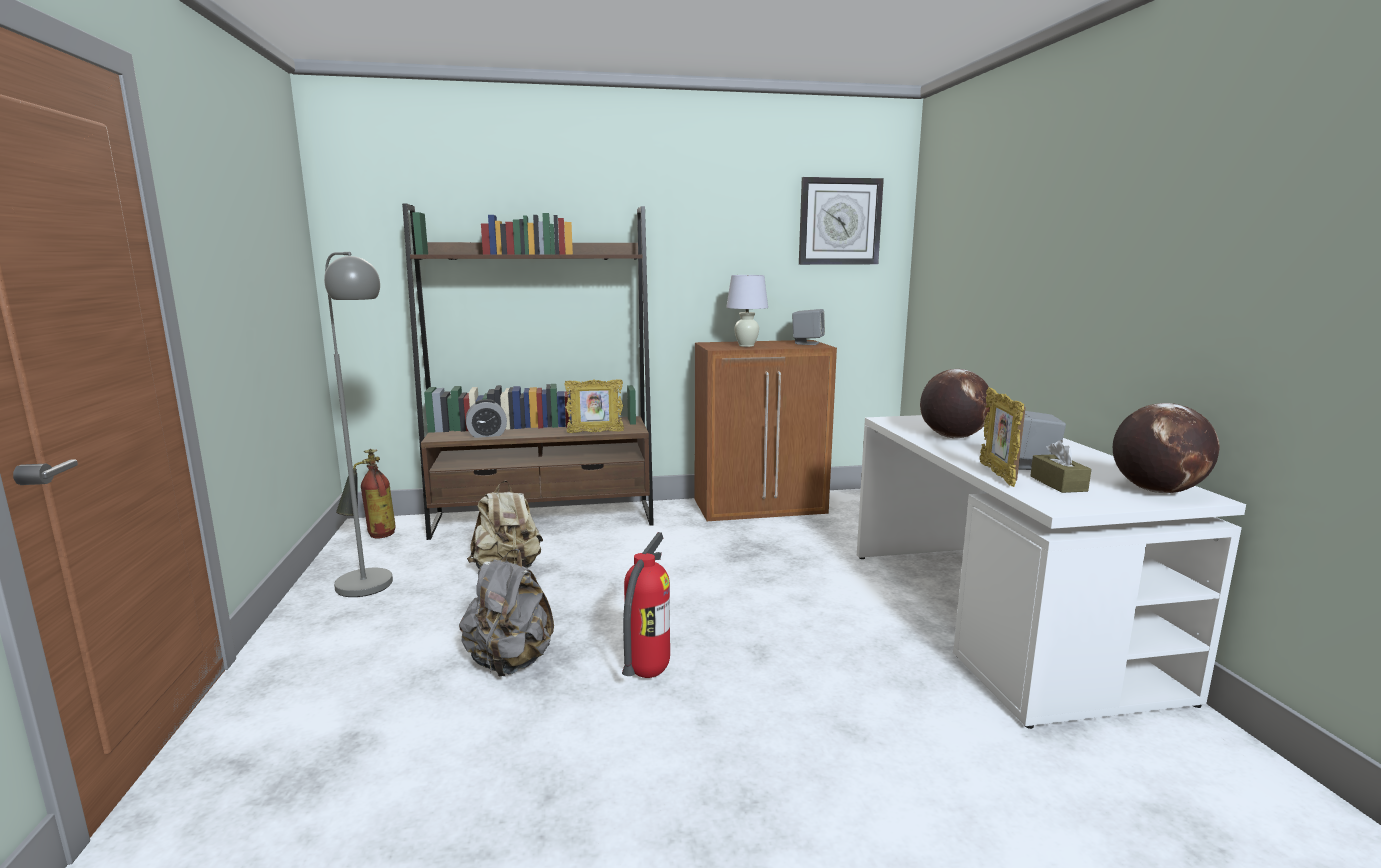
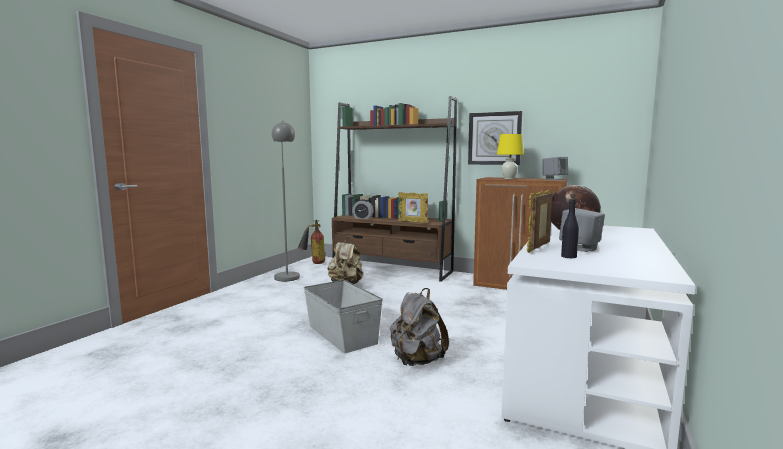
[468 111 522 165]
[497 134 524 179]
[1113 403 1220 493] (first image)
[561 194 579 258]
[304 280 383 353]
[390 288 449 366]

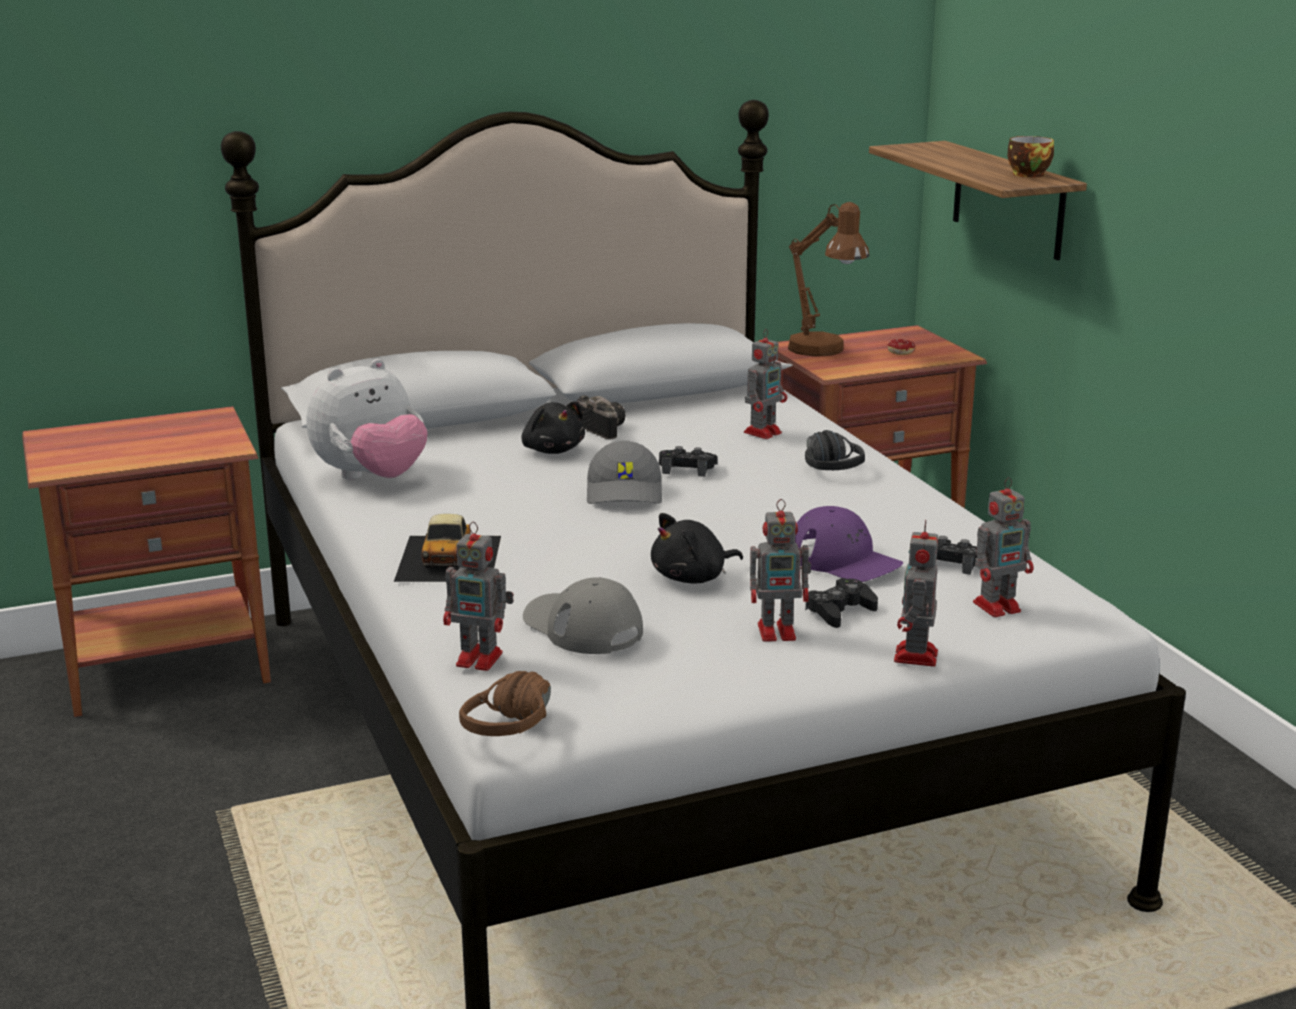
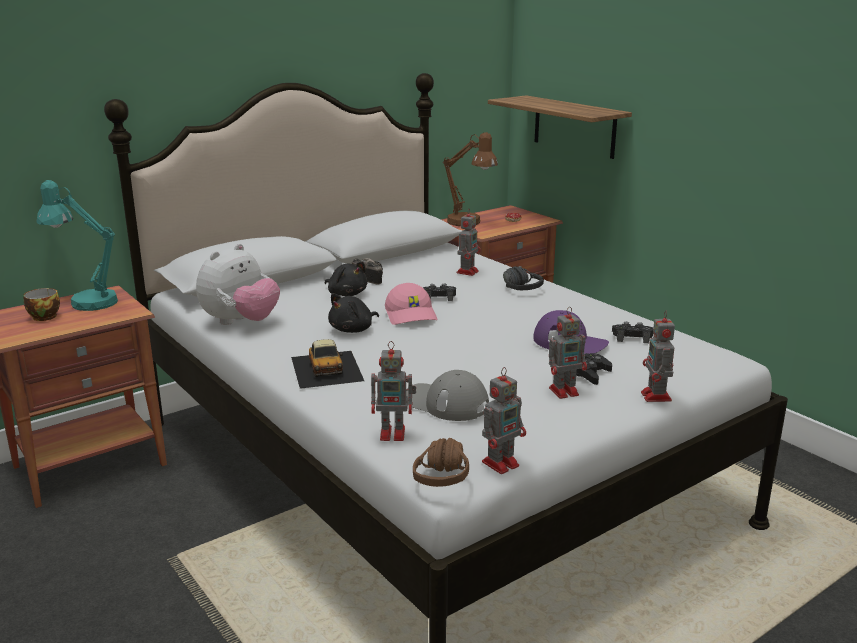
[23 288 60 321]
[385 283 438 325]
[482 367 526 474]
[328 293 379 333]
[36 180 118 311]

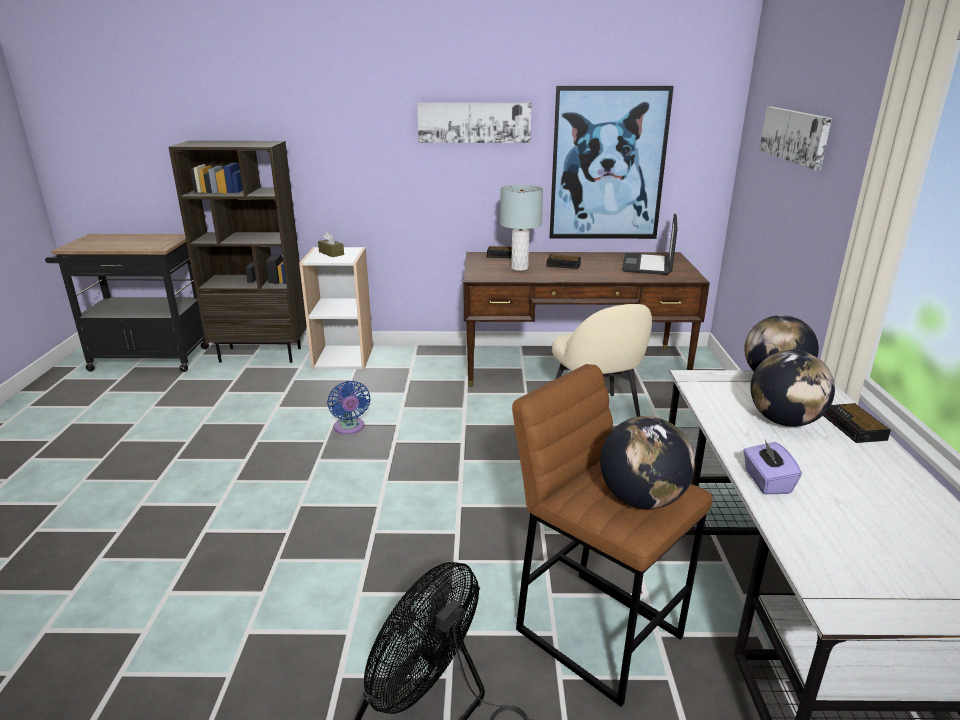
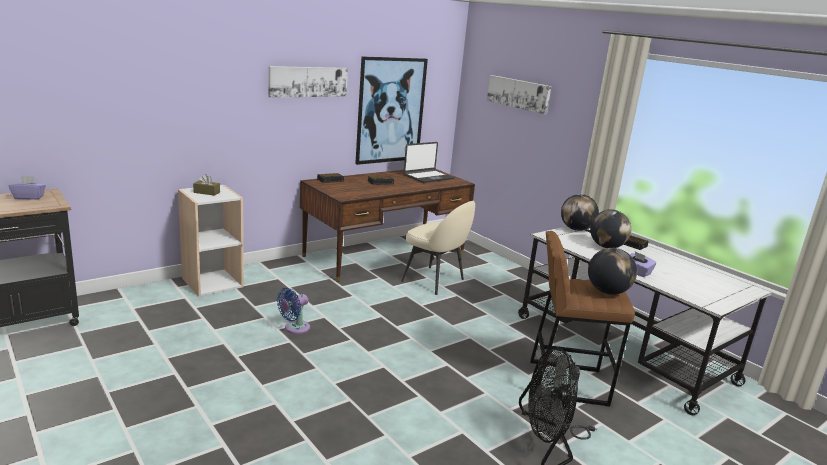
[169 141 307 363] (first image)
[500 185 543 271] (first image)
[404 142 454 183]
[277 288 310 334]
[9 176 46 200]

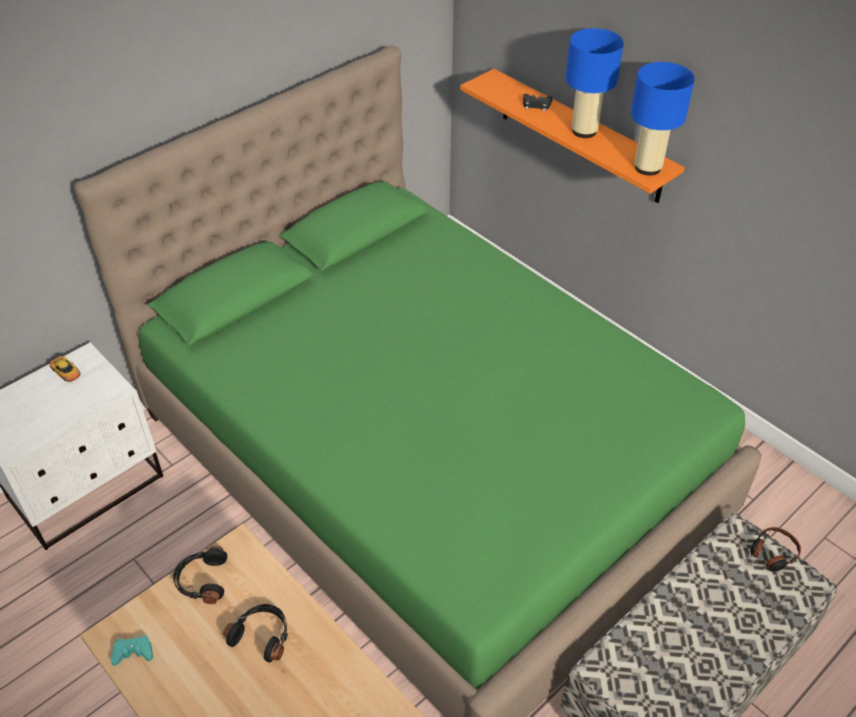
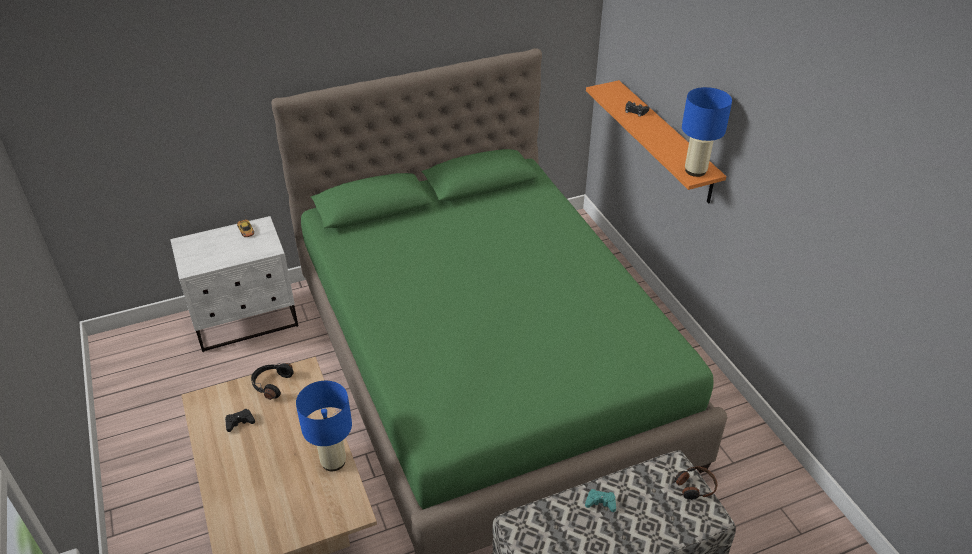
[296 381 352 471]
[223 604 288 663] (first image)
[585 489 616 512]
[225 409 255 432]

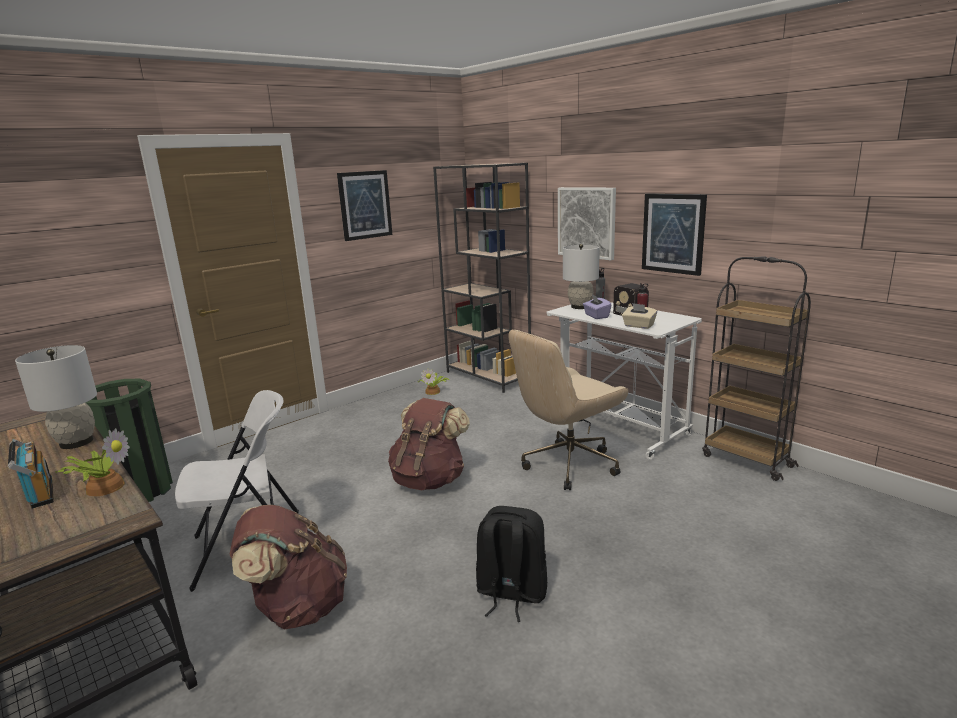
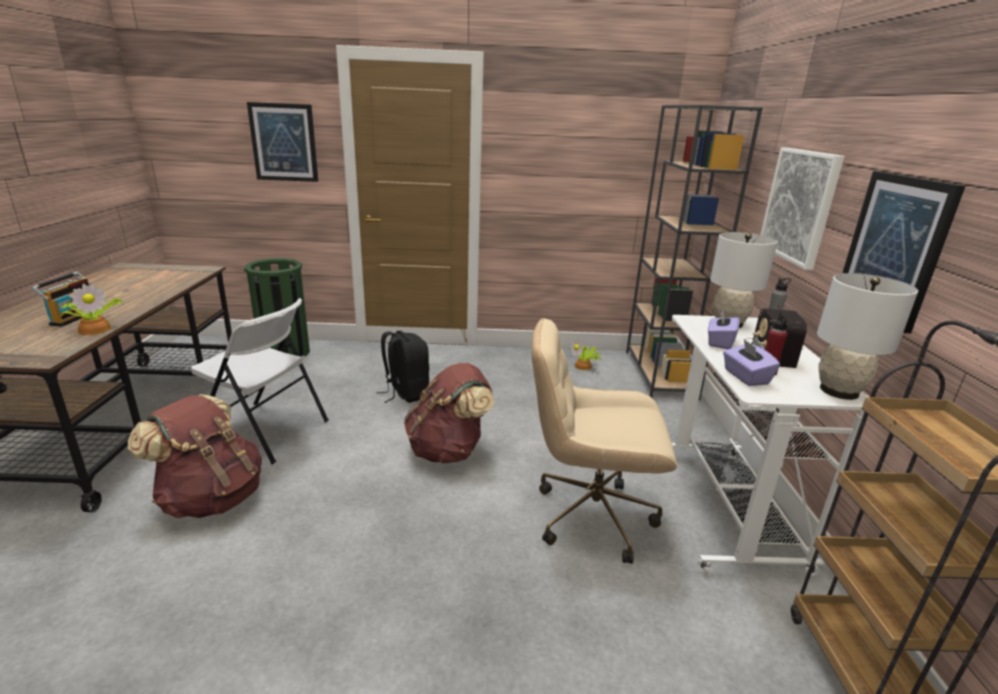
[247 102 318 182]
[723 339 780 386]
[817 273 918 400]
[376 331 429 403]

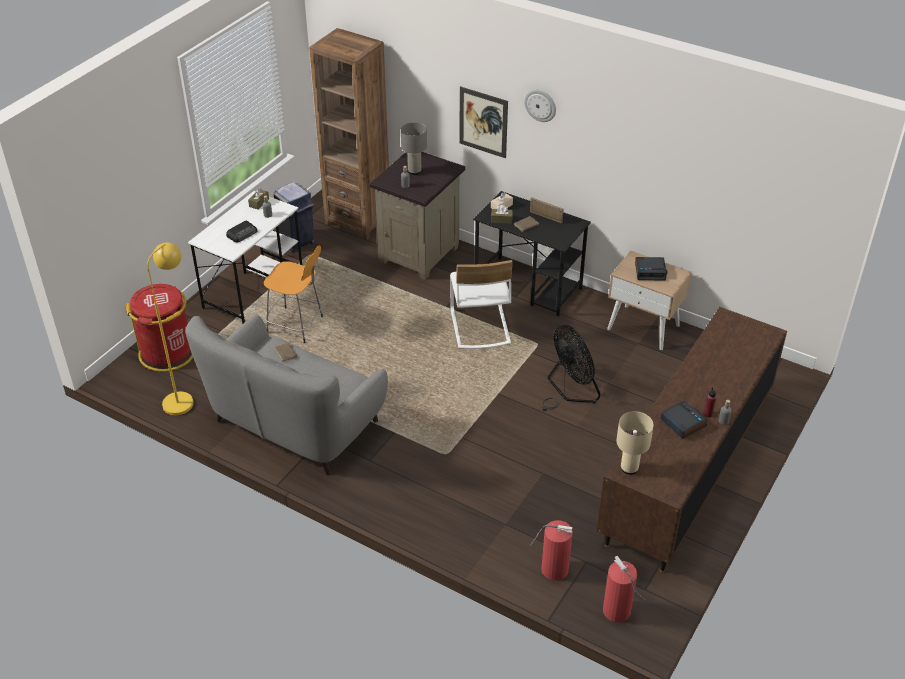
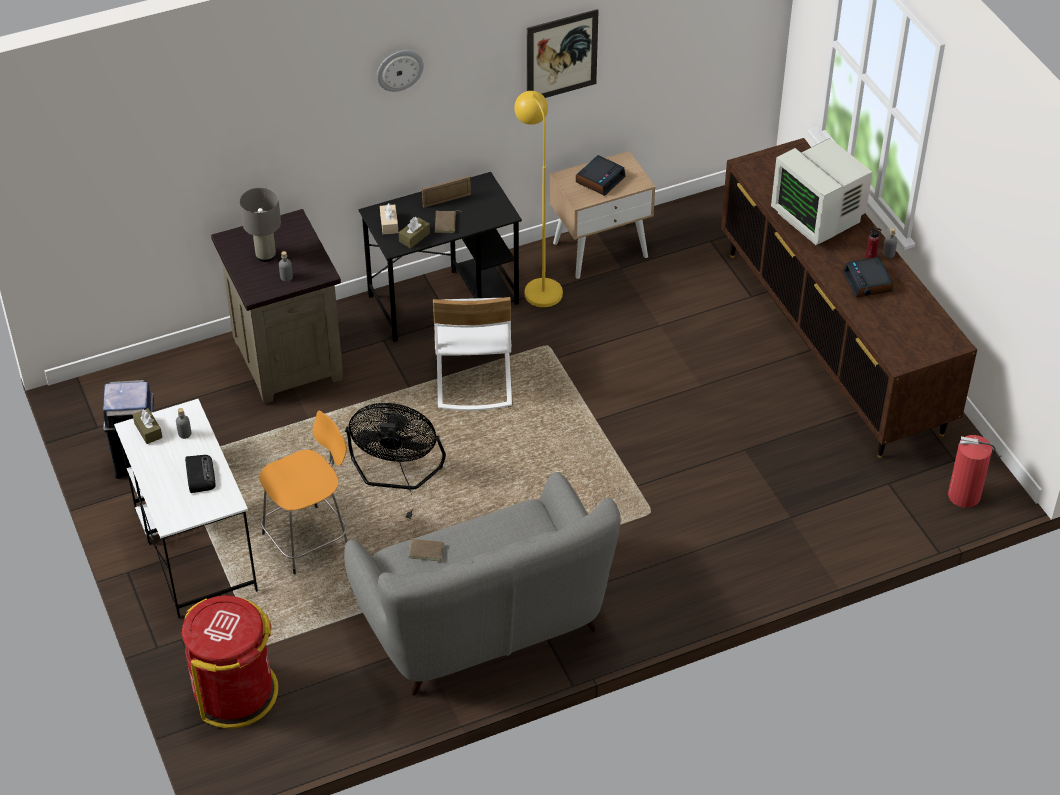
[309 28 389 240] (first image)
[527 9 599 98]
[514 91 563 308]
[433 297 512 411]
[345 403 446 519]
[843 257 893 298]
[616 411 653 475] (first image)
[530 520 573 581] (first image)
[771 138 872 245]

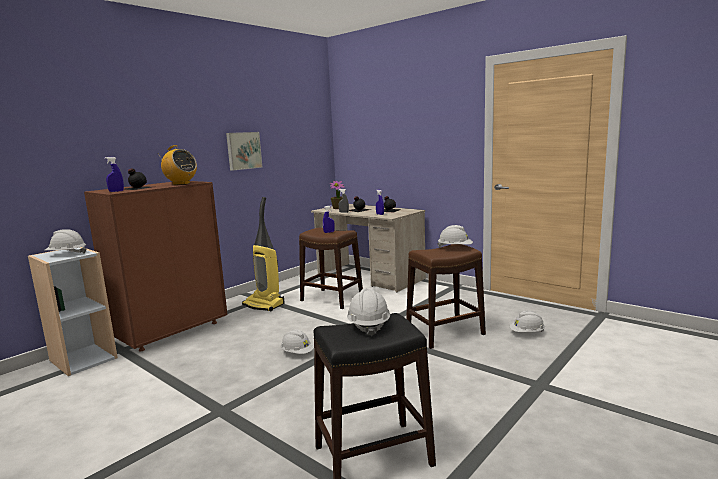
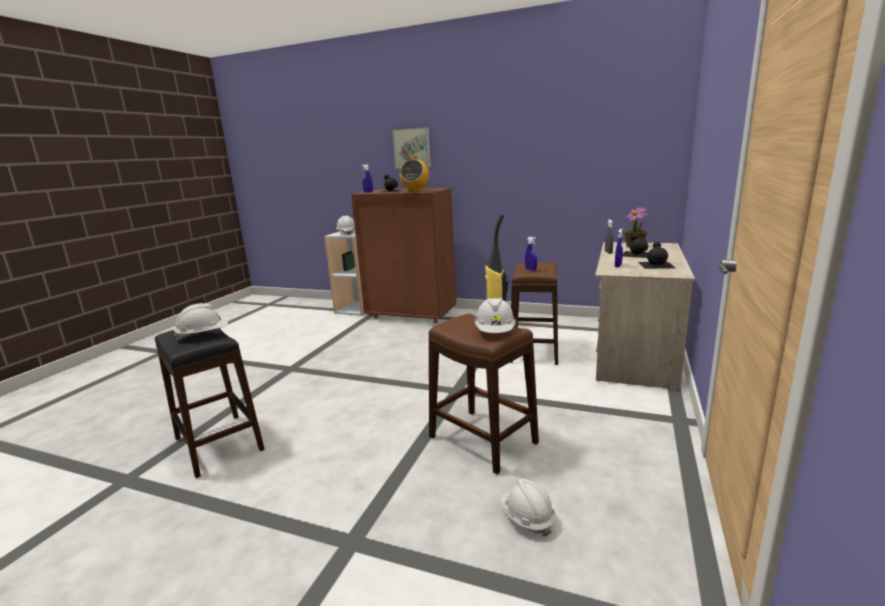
[392 127 431 168]
[281 329 314 354] (first image)

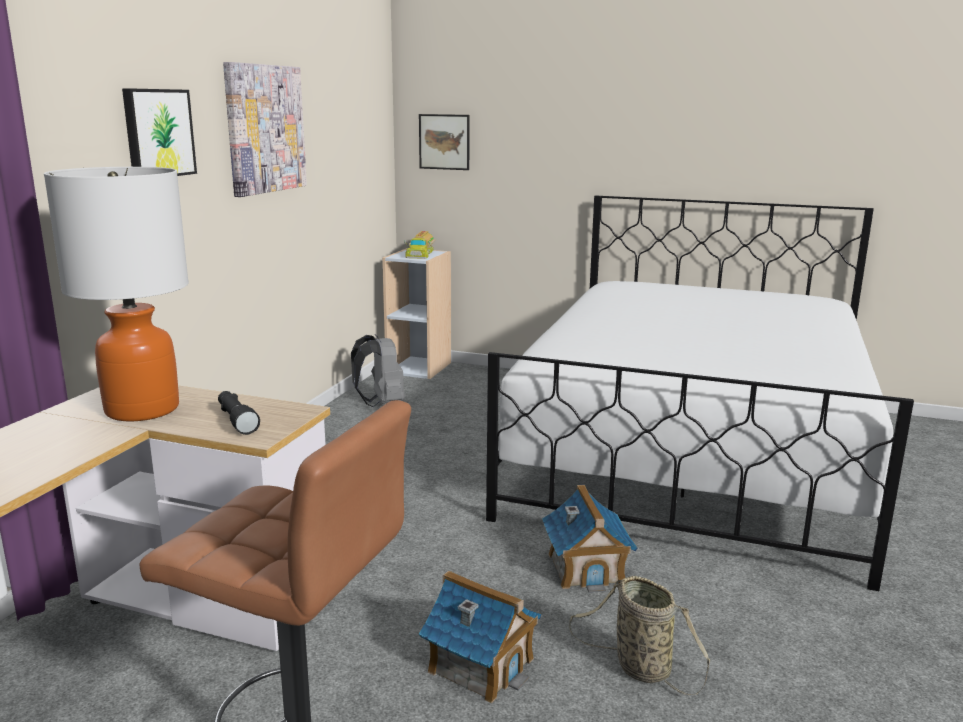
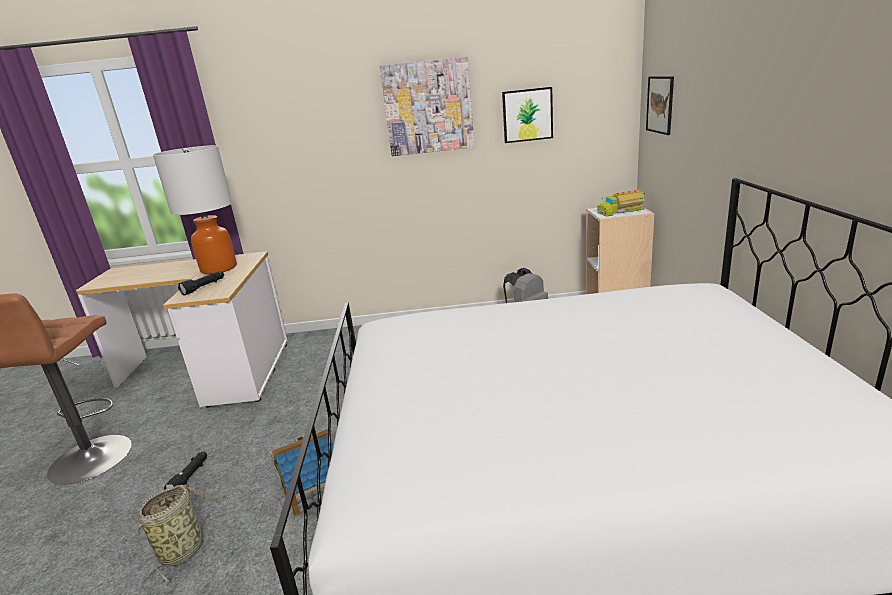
[502 87 553 143]
[164 452 207 490]

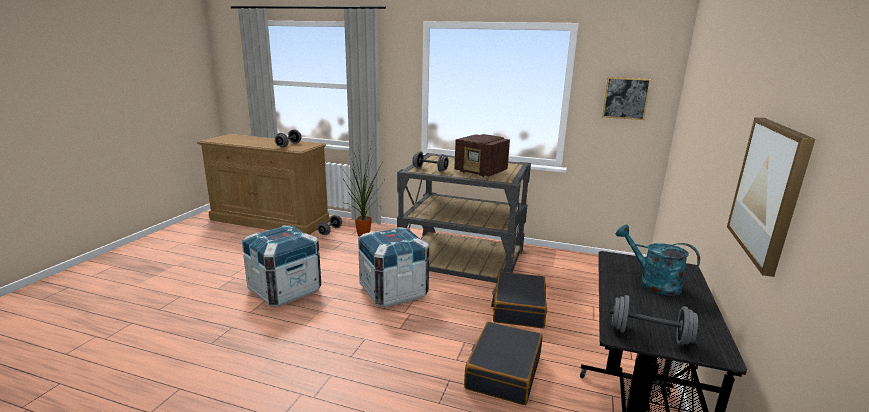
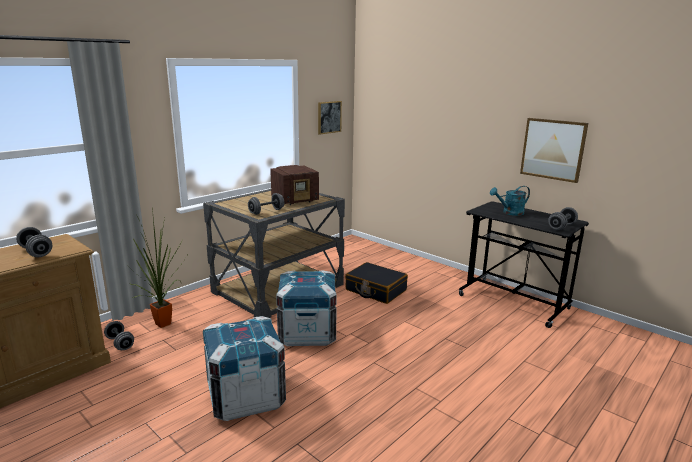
[464 322 543 405] (first image)

